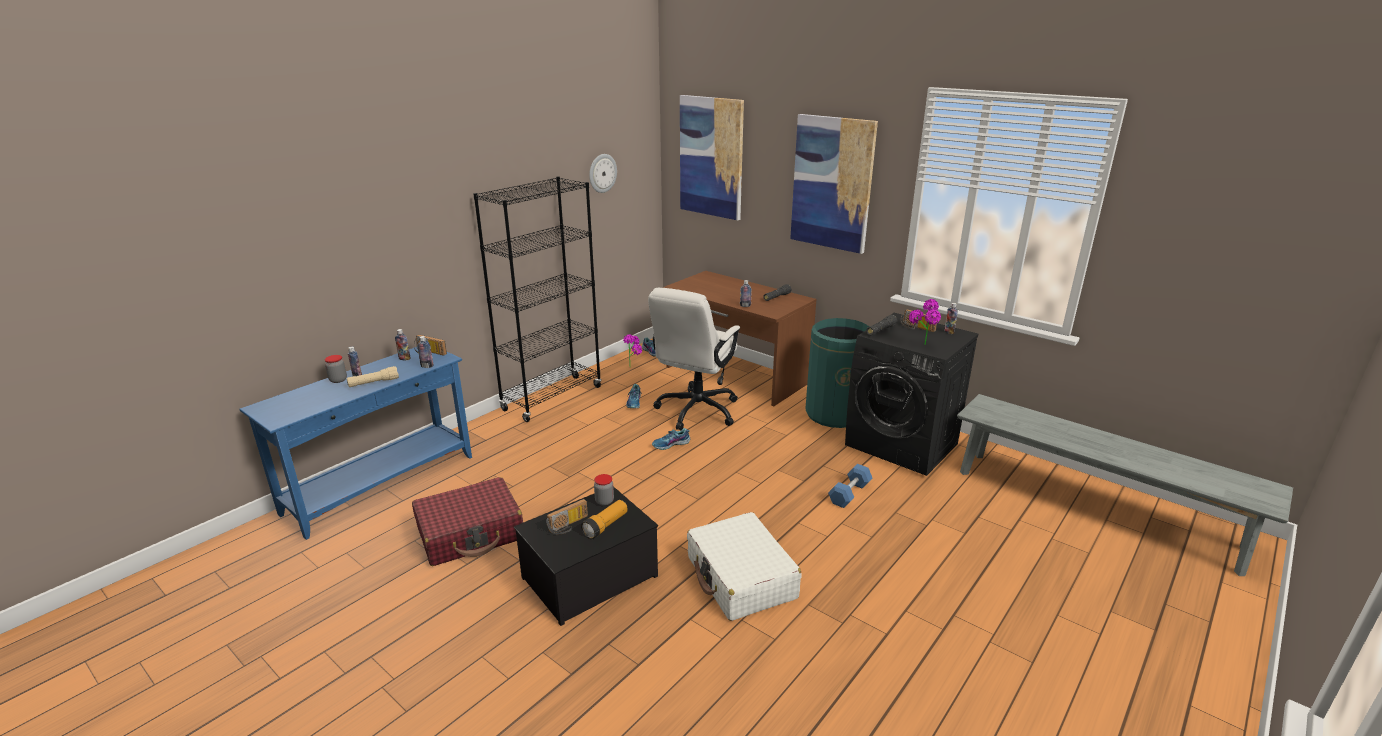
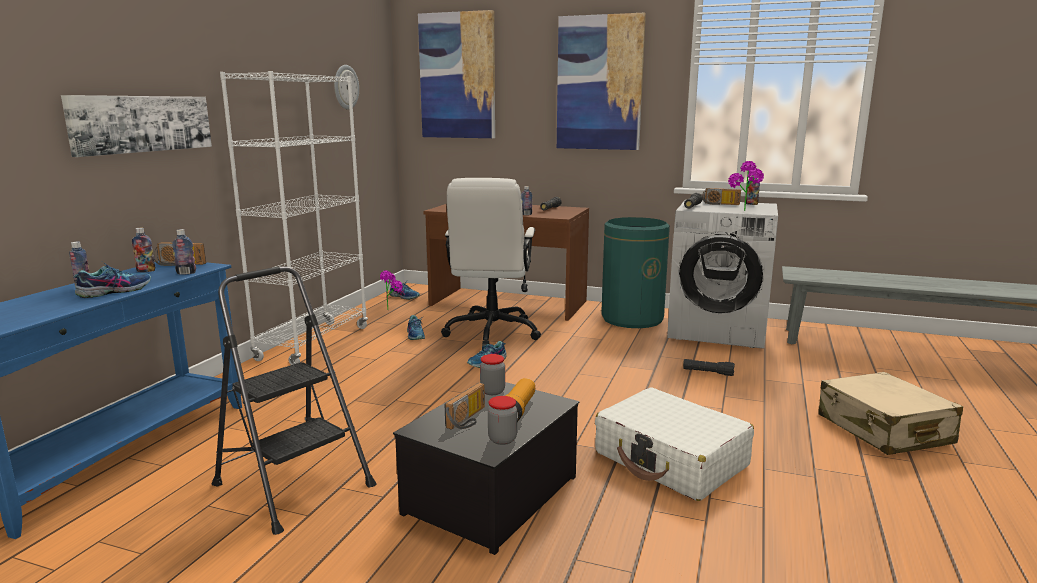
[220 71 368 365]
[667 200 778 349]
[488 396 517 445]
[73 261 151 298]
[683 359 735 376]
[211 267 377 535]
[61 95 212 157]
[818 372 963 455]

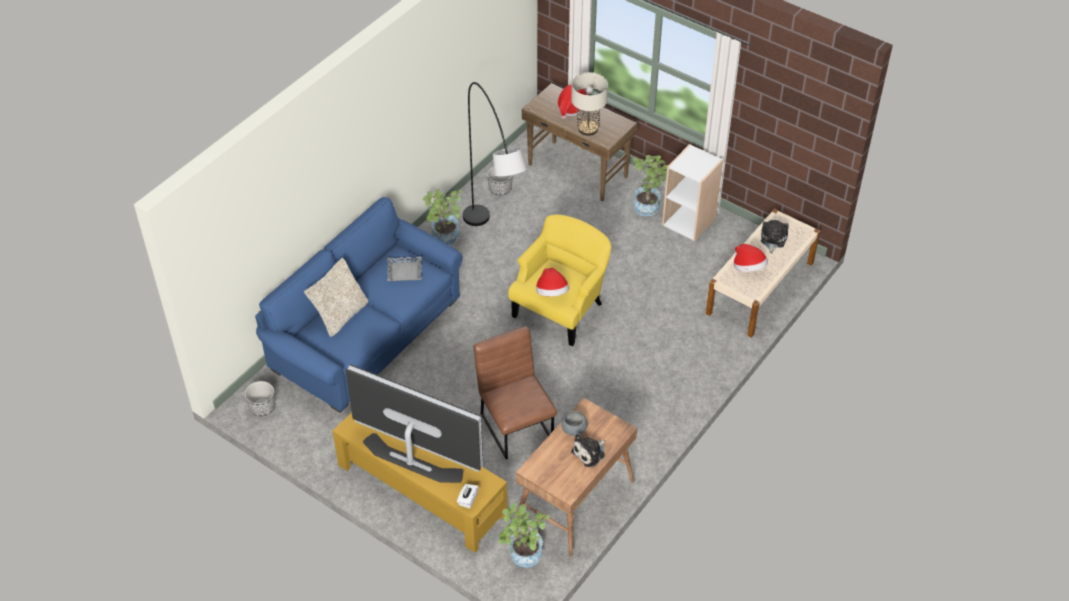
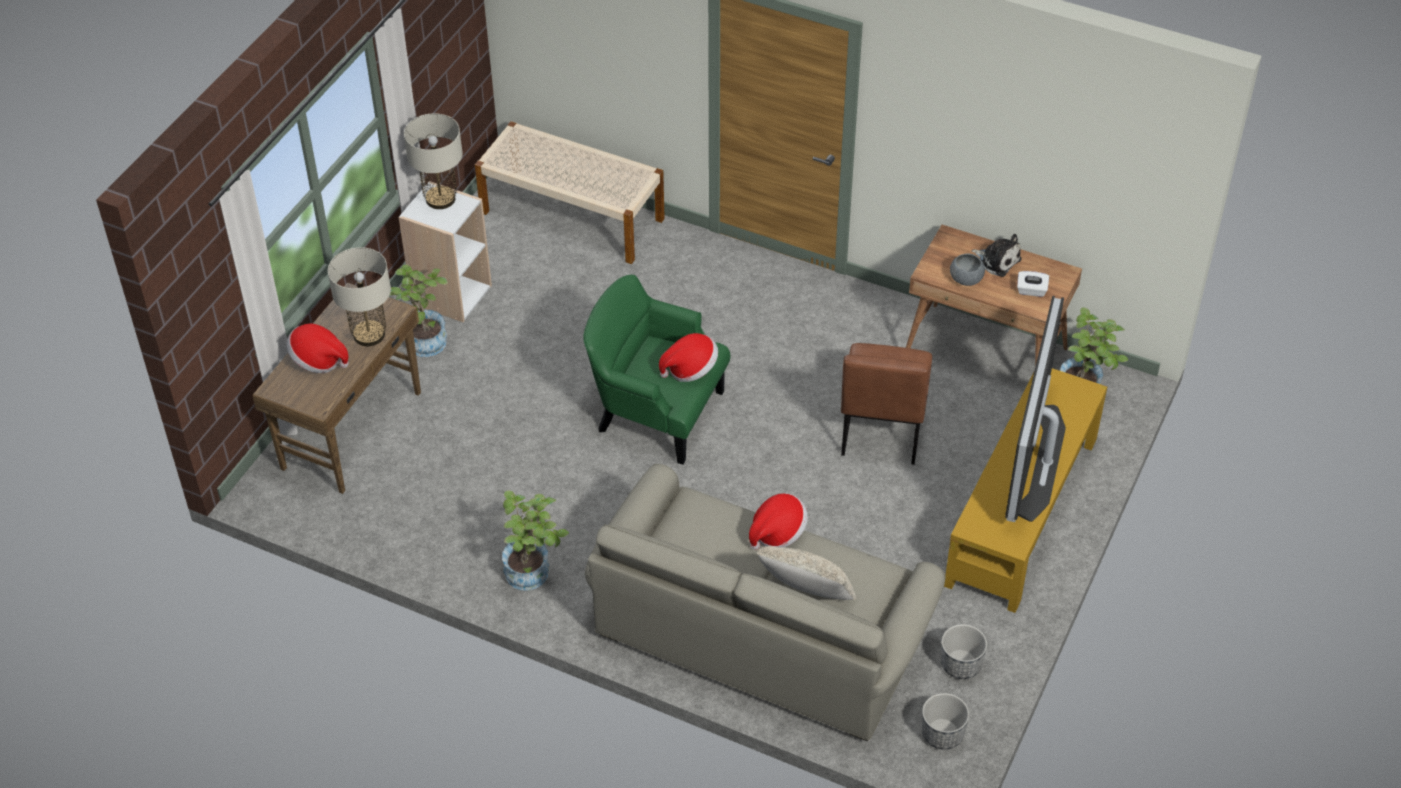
[463 82 527 226] (first image)
[941 624 987 679]
[585 464 946 741]
[583 275 730 465]
[761 220 789 253] (first image)
[749 493 808 550]
[387 257 422 281] (first image)
[841 343 932 465]
[1017 271 1049 297]
[404 113 463 209]

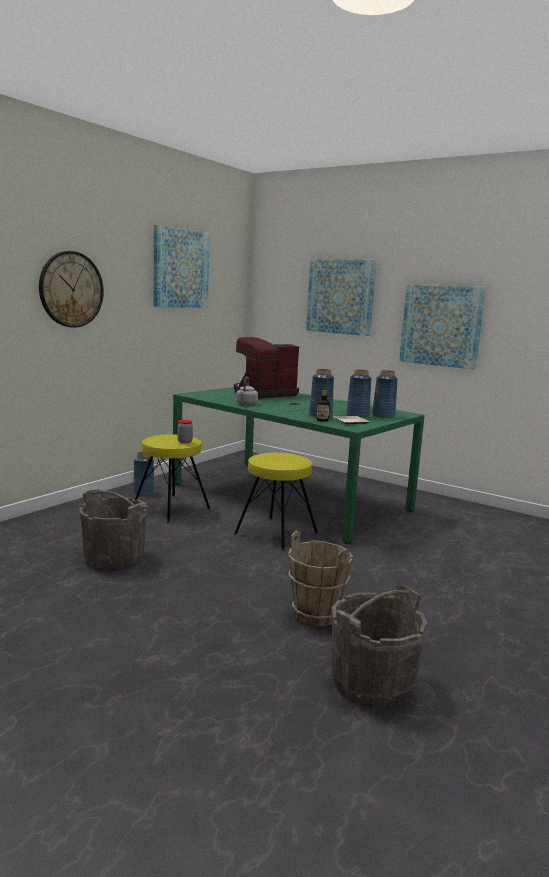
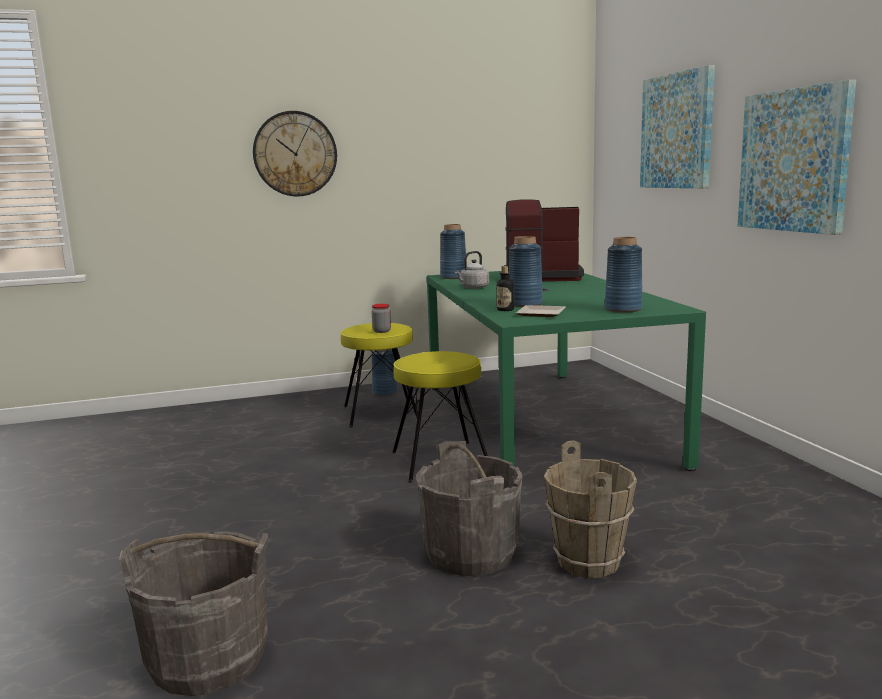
[154 225 210 308] (first image)
[440 224 466 279]
[416 441 522 576]
[544 440 637 578]

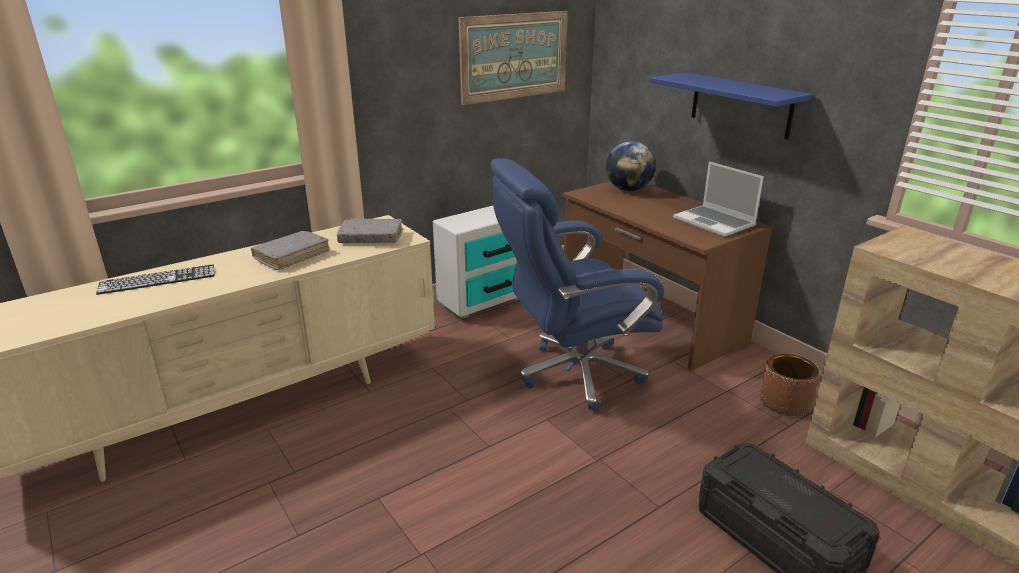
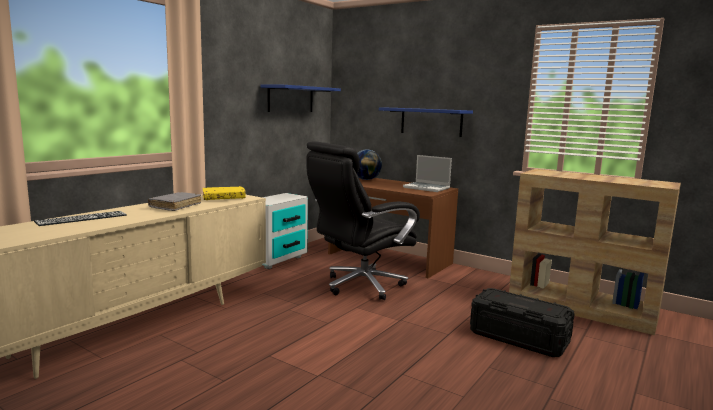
[260 84 341 112]
[306 141 420 300]
[202 186 246 200]
[760 354 819 416] (first image)

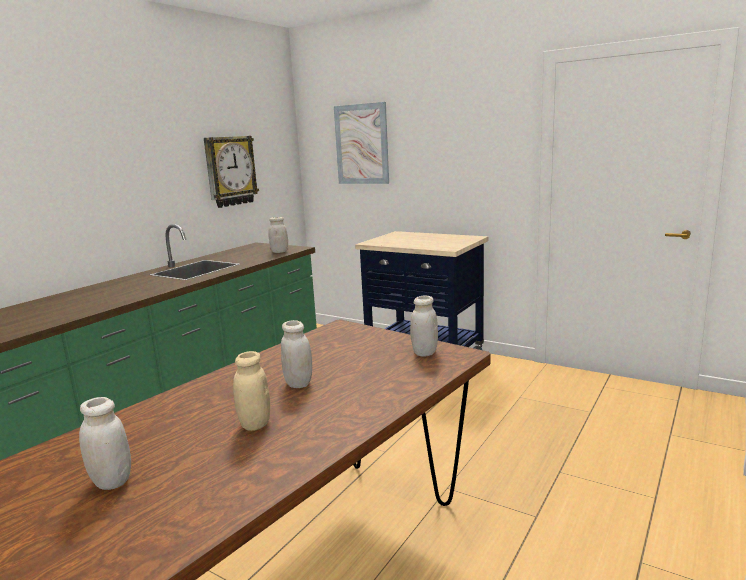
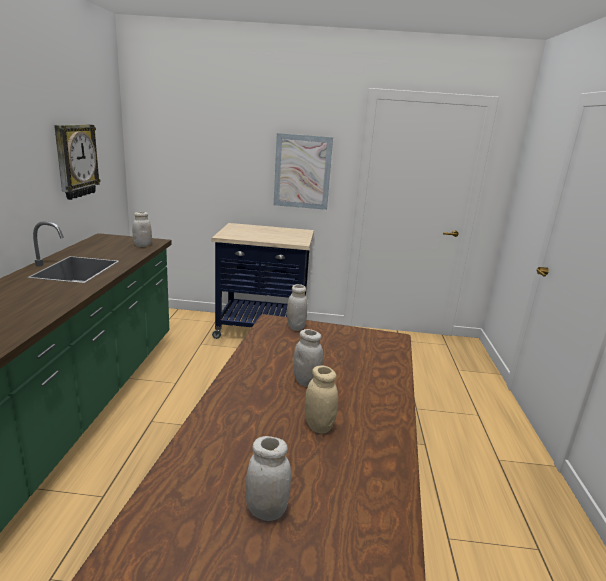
[274 133 333 210]
[287 284 307 331]

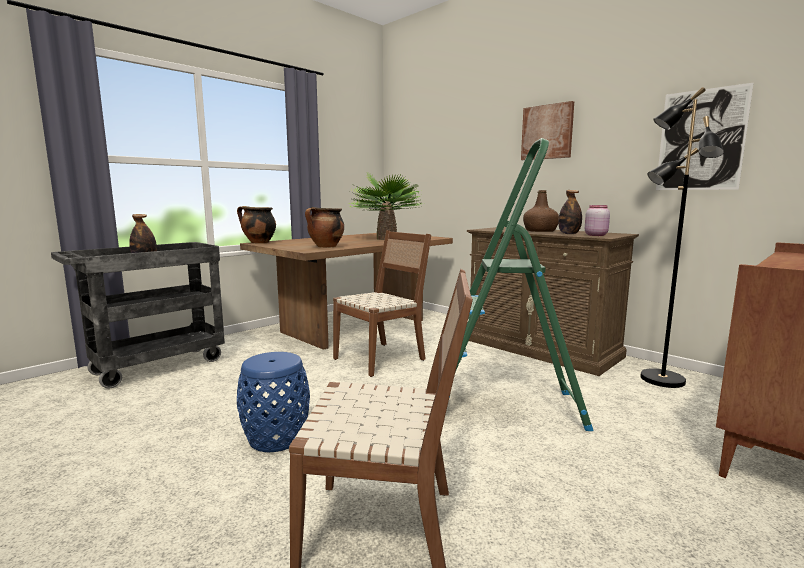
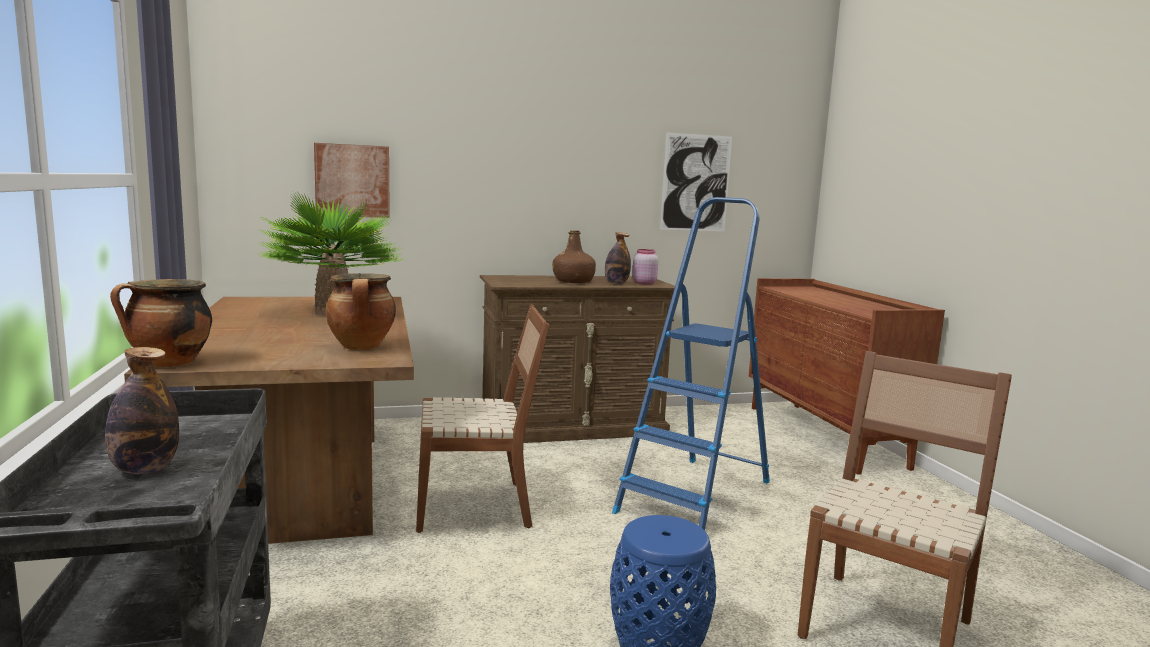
[641 87 724 388] (first image)
[314 143 390 218]
[612 197 770 530]
[416 304 549 533]

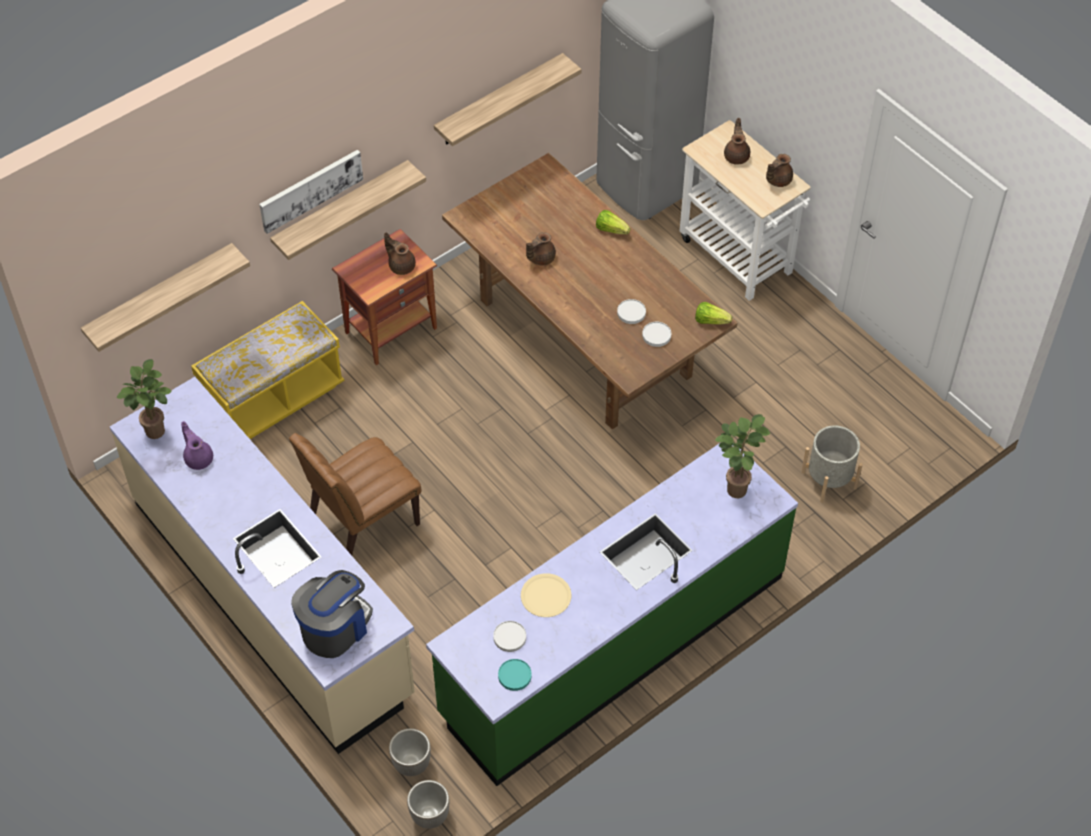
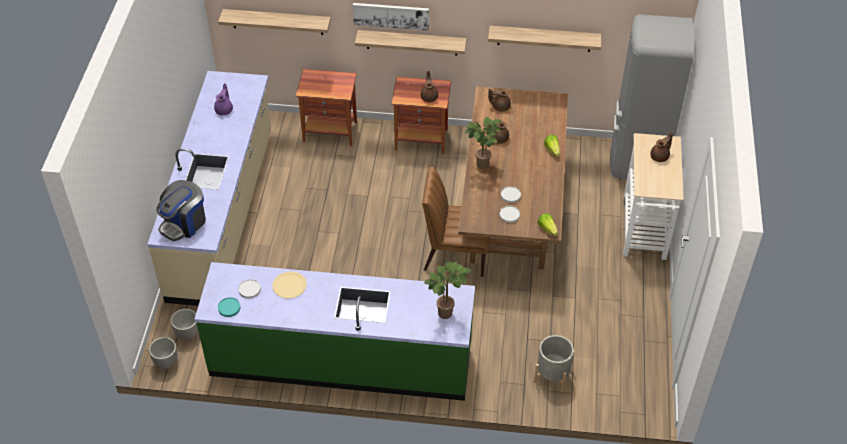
[488 89 511 112]
[295 69 357 146]
[465 116 502 169]
[422 167 490 277]
[156 180 206 241]

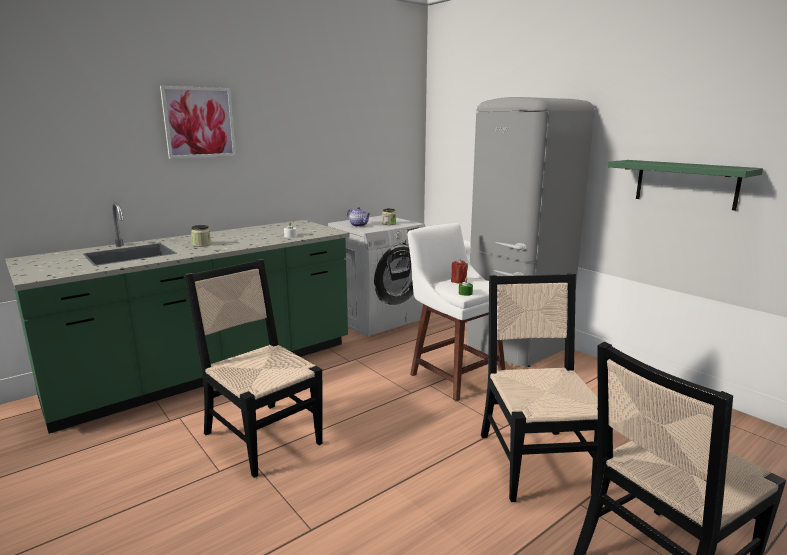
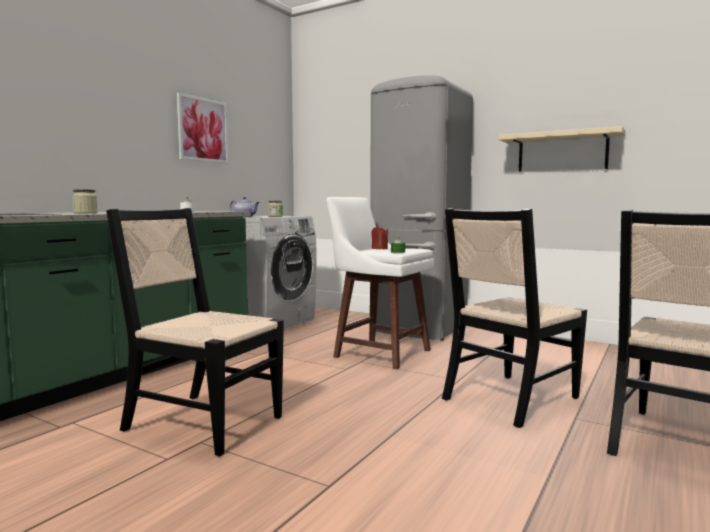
[177 93 228 163]
[498 126 625 172]
[442 208 587 428]

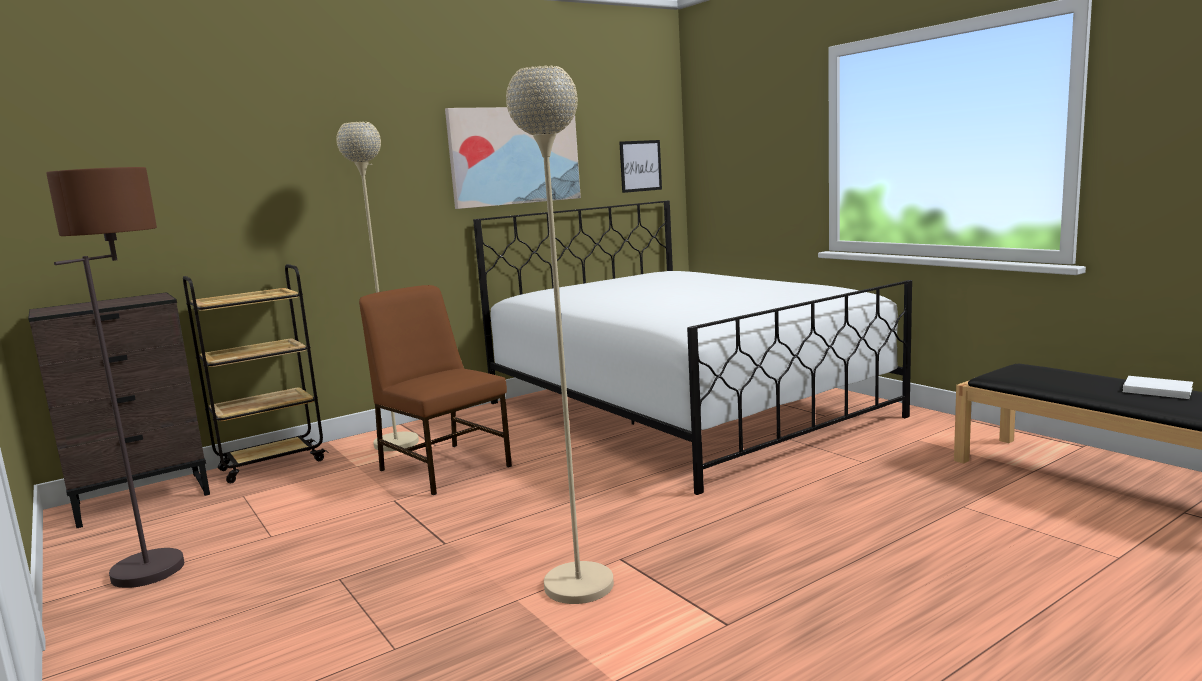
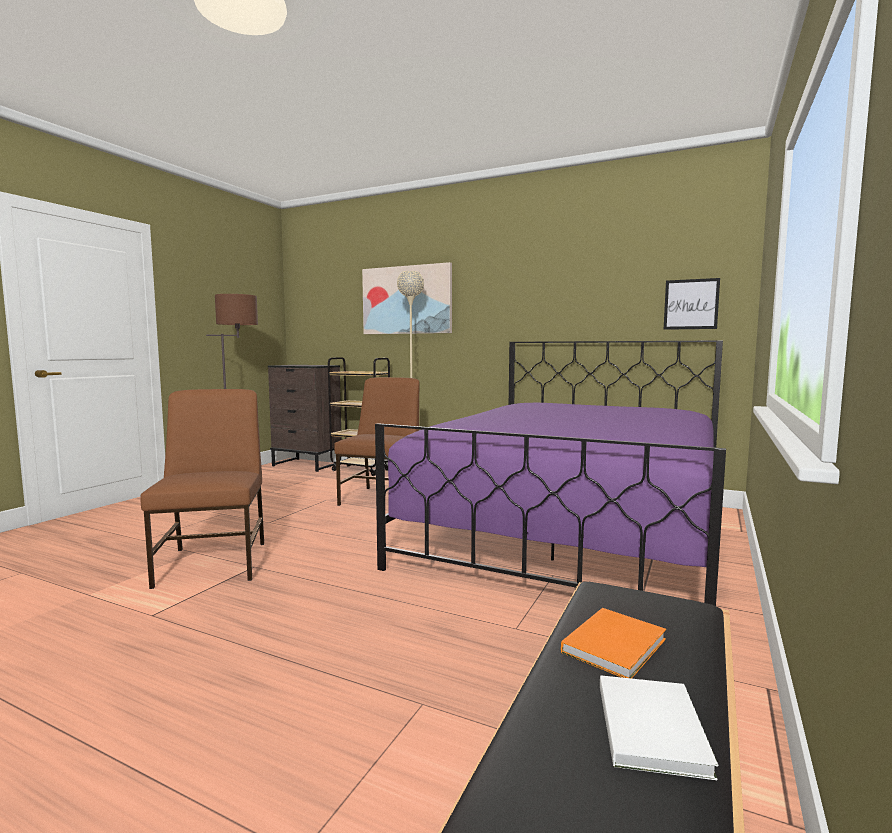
[140 389 264 589]
[362 262 452 334]
[375 340 726 606]
[561 608 666 679]

